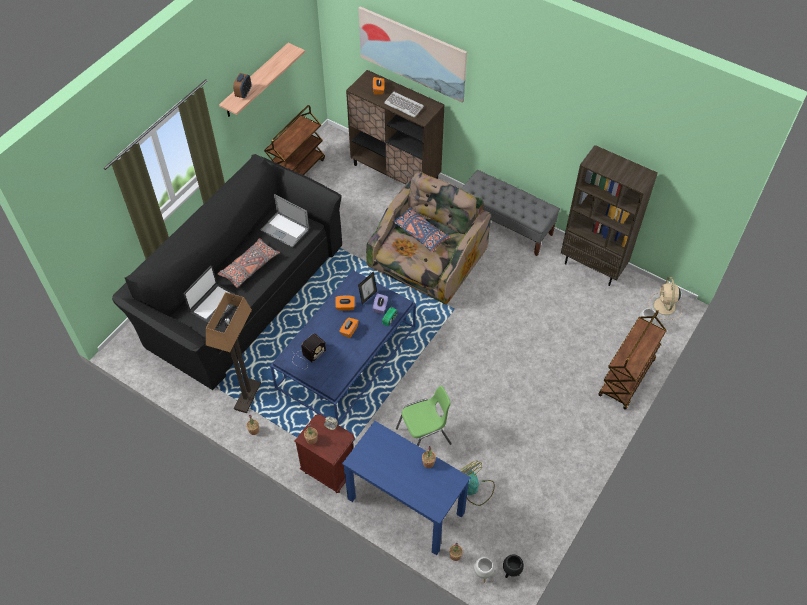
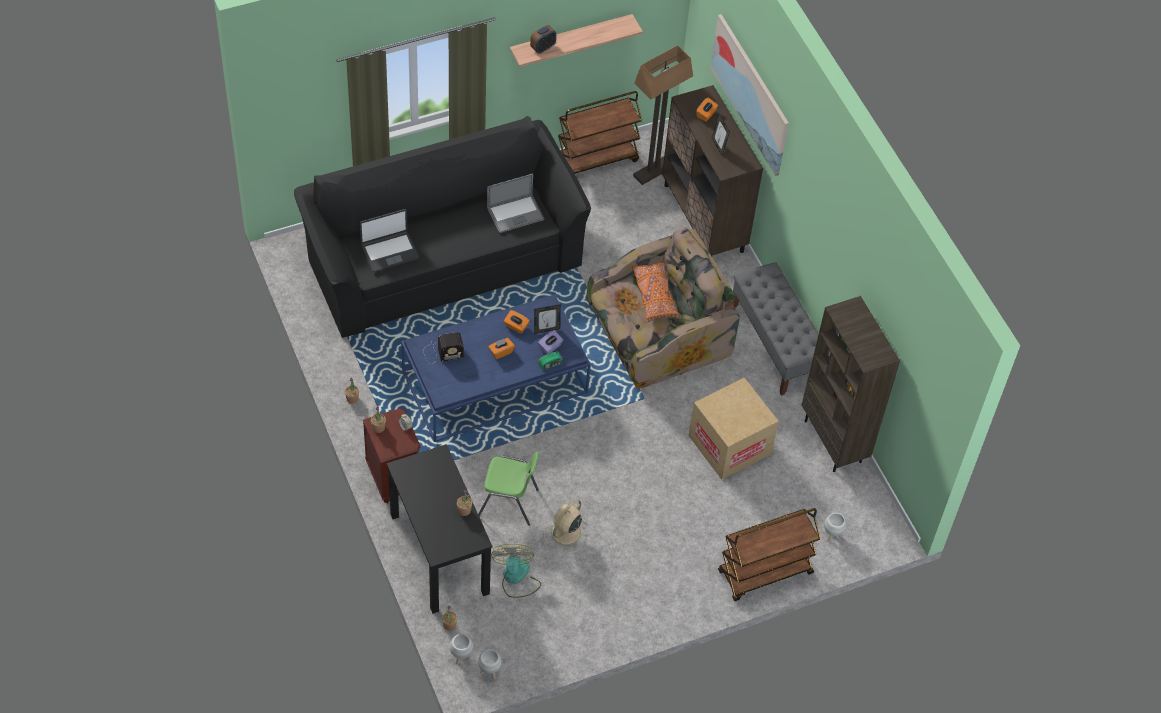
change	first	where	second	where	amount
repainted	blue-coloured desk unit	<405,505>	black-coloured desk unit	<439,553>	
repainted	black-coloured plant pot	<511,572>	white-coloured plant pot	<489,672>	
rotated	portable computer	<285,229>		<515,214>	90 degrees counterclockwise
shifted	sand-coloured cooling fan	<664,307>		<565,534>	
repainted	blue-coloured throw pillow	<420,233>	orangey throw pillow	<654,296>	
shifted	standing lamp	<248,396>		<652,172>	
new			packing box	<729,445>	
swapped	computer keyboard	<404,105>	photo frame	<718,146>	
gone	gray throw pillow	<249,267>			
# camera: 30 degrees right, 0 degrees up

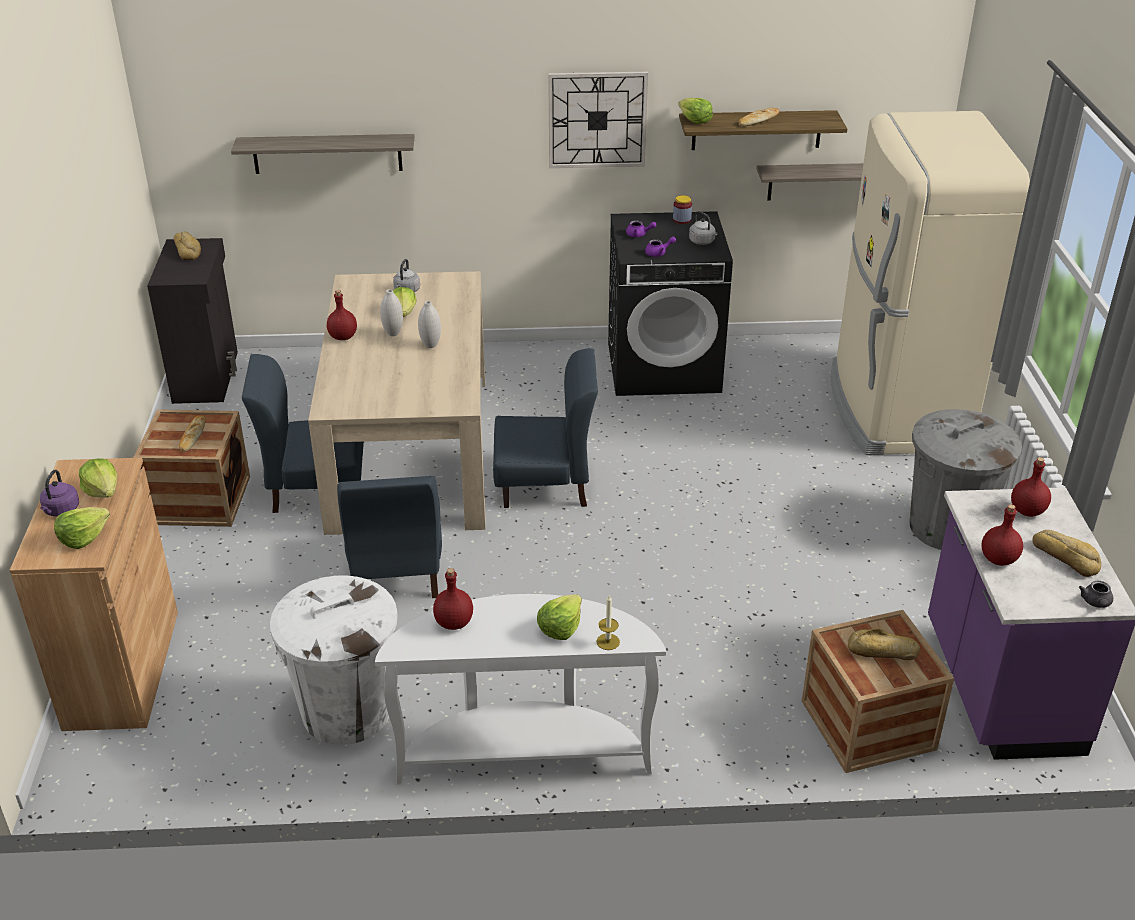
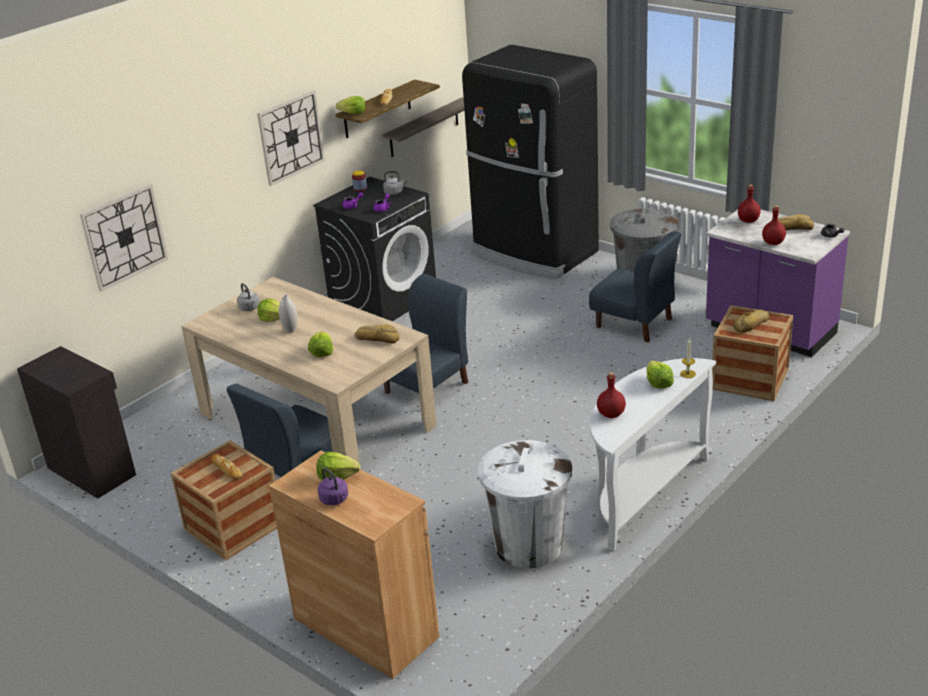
change	first	where	second	where	amount
swapped	wall shelf	<327,153>	wall clock	<124,237>	
shifted	lettuce	<83,537>		<321,352>	
shifted	bread	<188,250>		<377,338>	
repainted	sand-coloured refrigerator	<895,410>	black-coloured refrigerator	<533,253>	
shifted	blue-coloured upright chair	<396,572>		<634,323>	
gone	red-coloured bottle	<343,336>			
gone	white-coloured decorative vase	<430,345>			
# camera: 45 degrees left, 5 degrees down

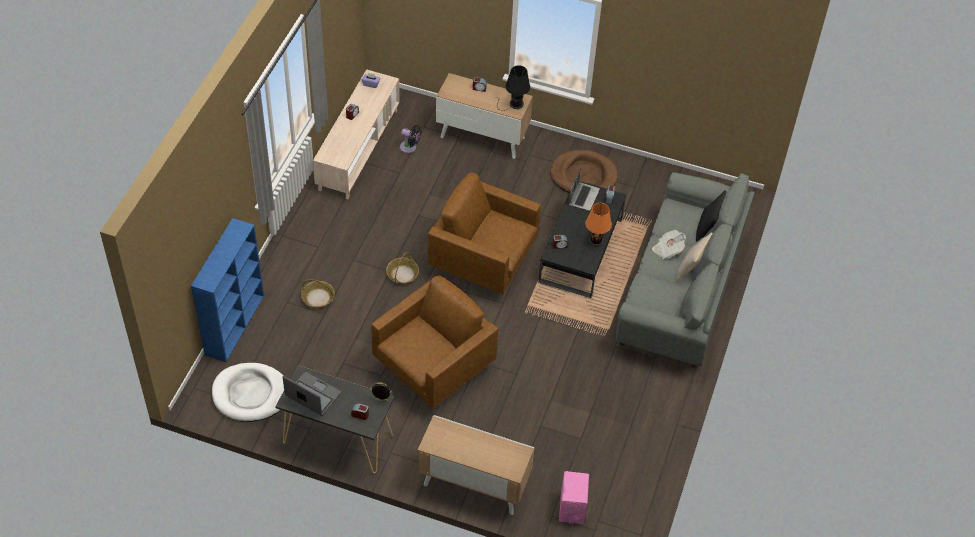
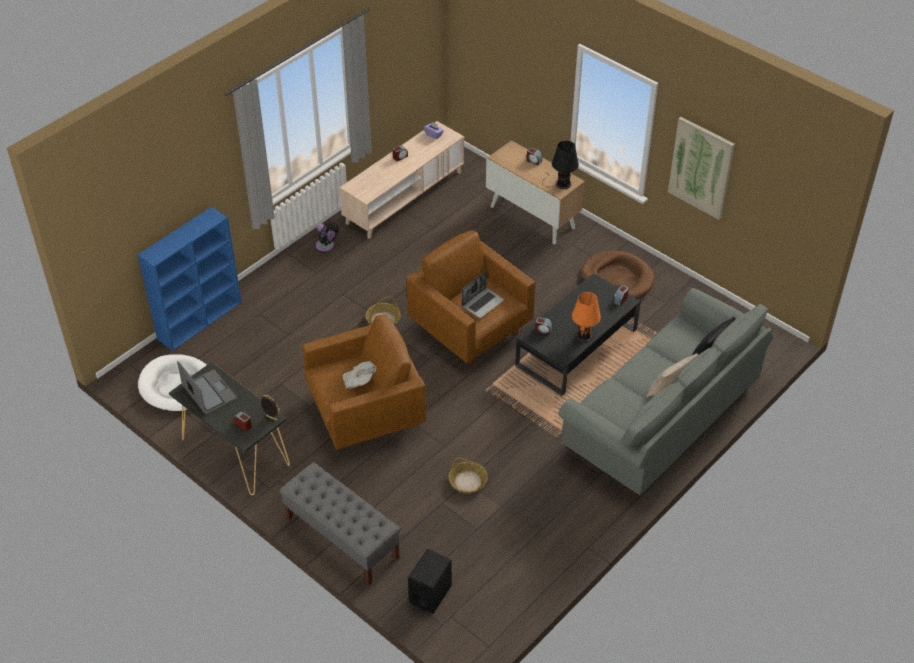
change	first	where	second	where	amount
swapped	cabinet	<473,485>	gray bench	<341,538>	
shifted	black-coloured cooling fan	<409,147>		<326,246>	
shifted	printed paper	<667,249>		<359,380>	
repainted	pink-coloured audio speaker	<572,508>	black-coloured audio speaker	<430,594>	
shifted	household basket	<318,298>		<467,481>	
shifted	portable computer	<583,196>		<482,303>	
new			picture	<701,167>	
# camera: 25 degrees right, 5 degrees down

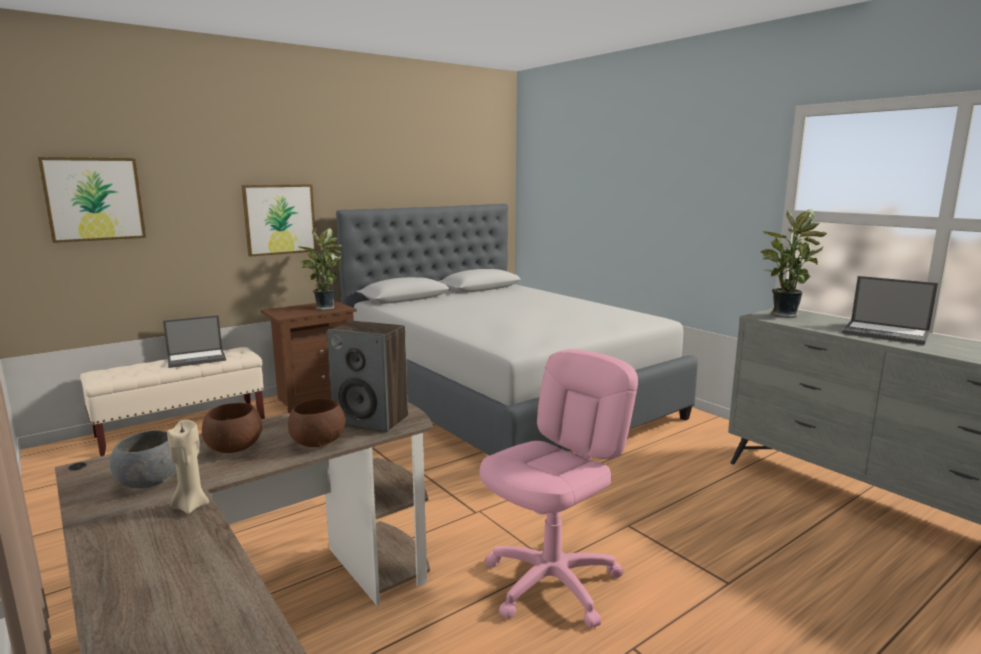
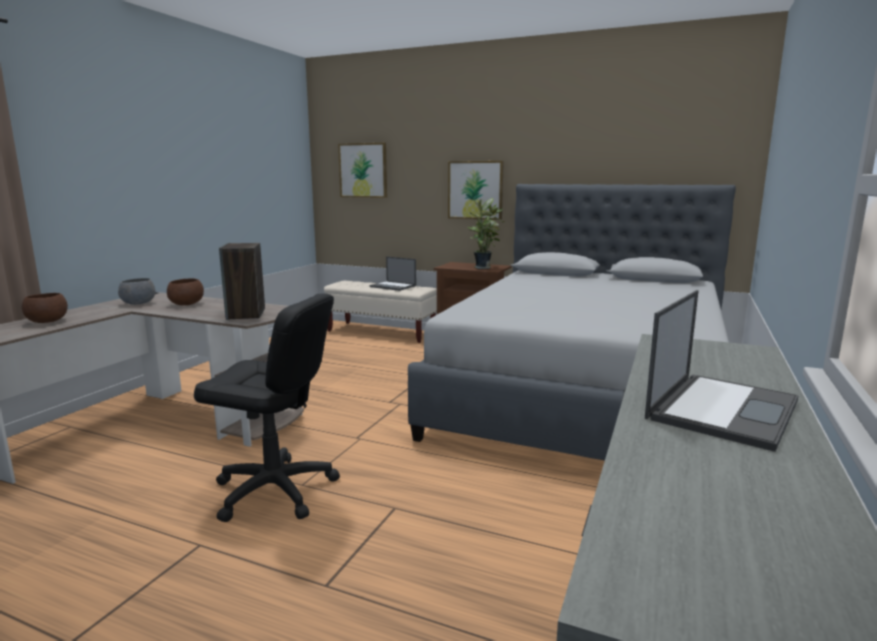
change	first	where	second	where	amount
shifted	brownish bowl	<317,442>		<48,321>	
repainted	pink-coloured desk chair	<552,582>	black-coloured desk chair	<274,491>	
rotated	portable computer	<886,333>		<722,409>	150 degrees counterclockwise
gone	sand-coloured candle	<191,506>			
gone	plant in a pot	<784,314>			
# camera: 60 degrees right, 0 degrees up

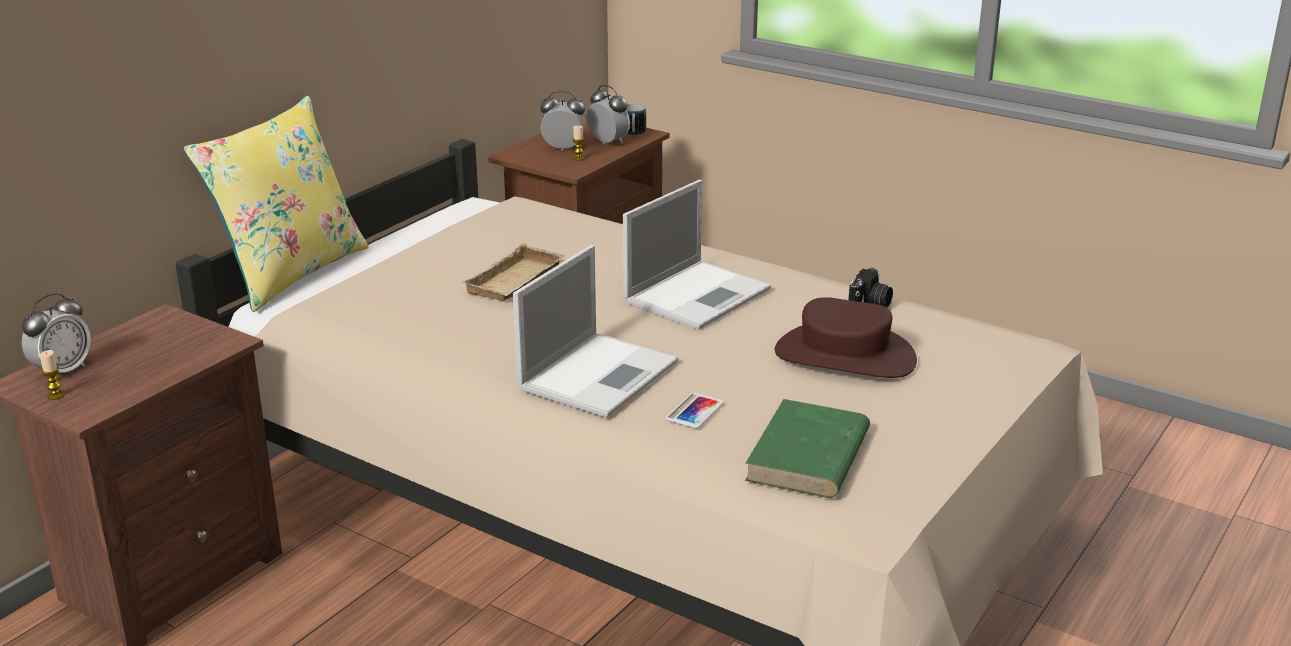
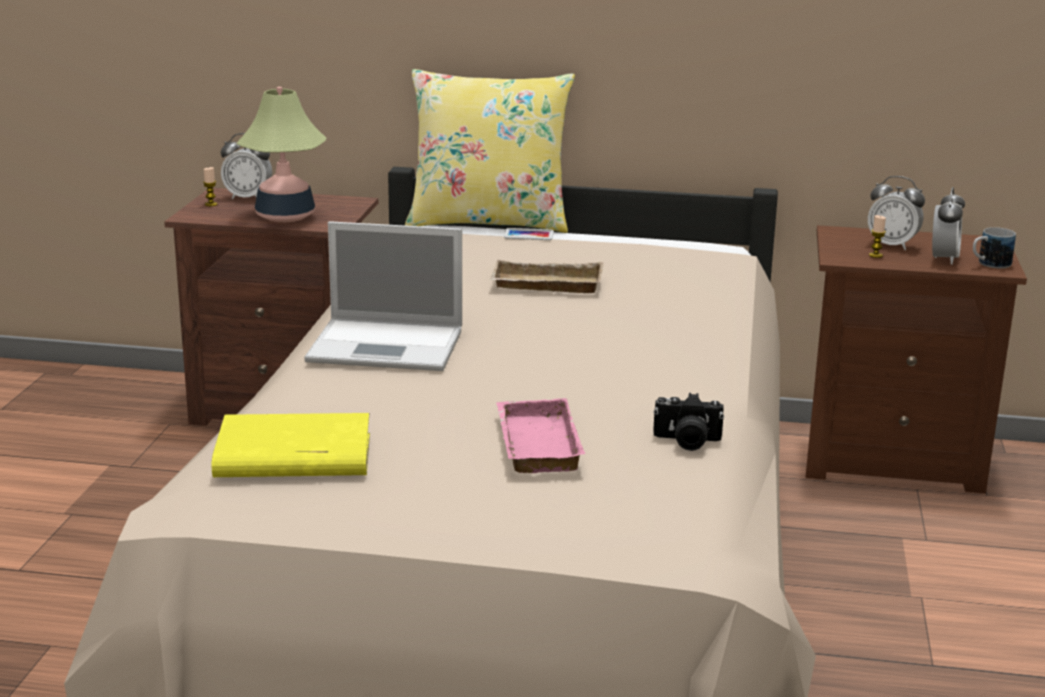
change	first	where	second	where	amount
repainted	green volume	<808,457>	yellow-coloured volume	<292,456>	
new			tabletop lamp	<285,216>	
swapped	brownish hat	<844,356>	pink-coloured serving tray	<534,444>	
shifted	phone	<694,411>		<529,235>	
rotated	alarm clock	<563,148>		<892,245>	135 degrees clockwise
gone	portable computer	<698,294>			
# camera: 65 degrees right, 5 degrees down

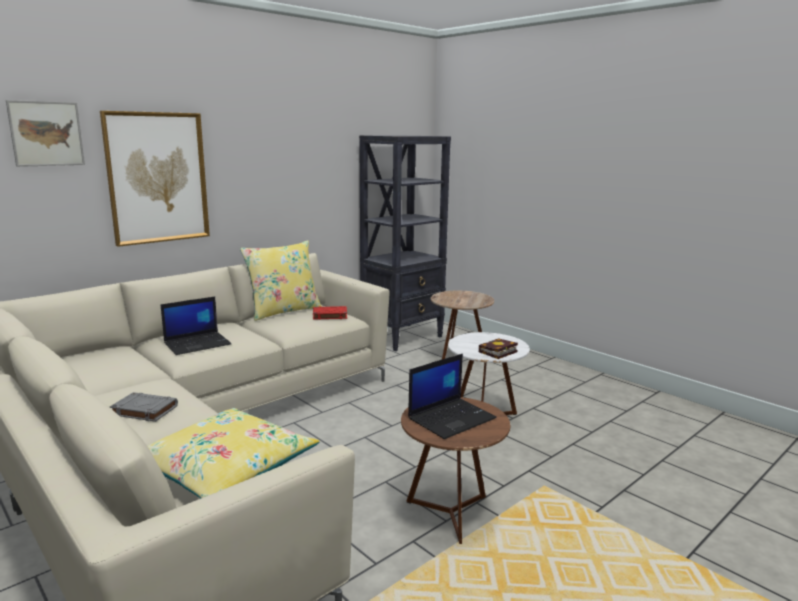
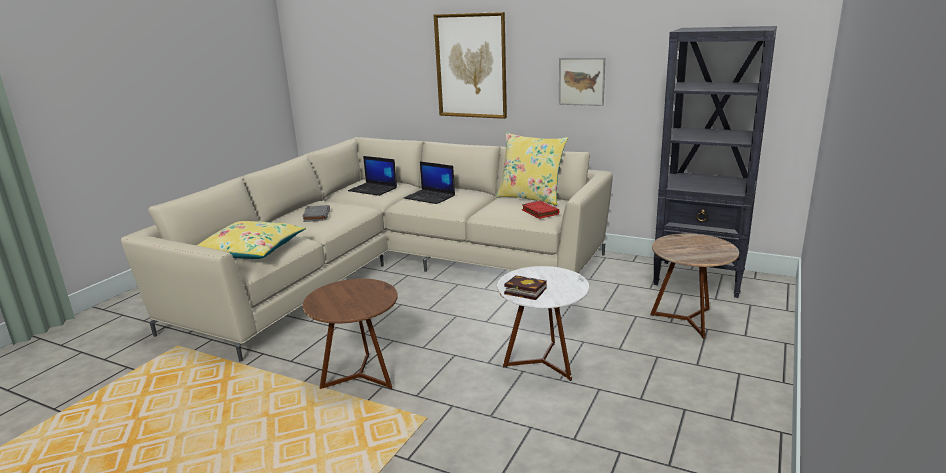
change	first	where	second	where	amount
shifted	portable computer	<451,418>		<373,189>	
shifted	picture	<46,133>		<581,81>	
# camera: 70 degrees right, 5 degrees up

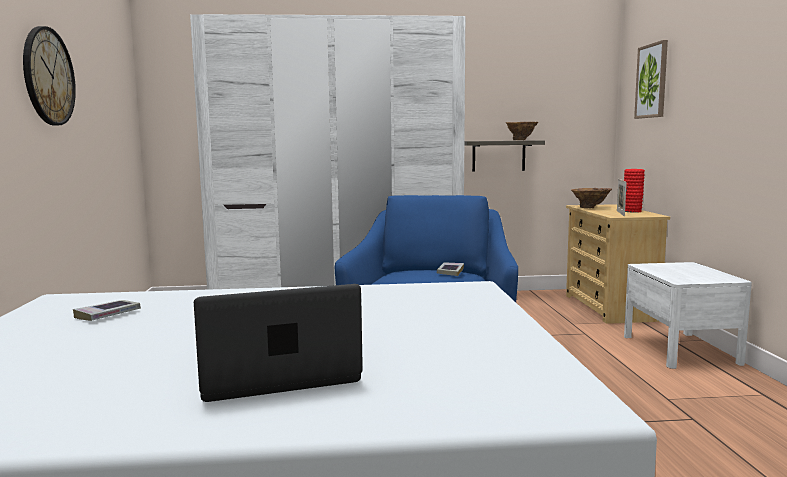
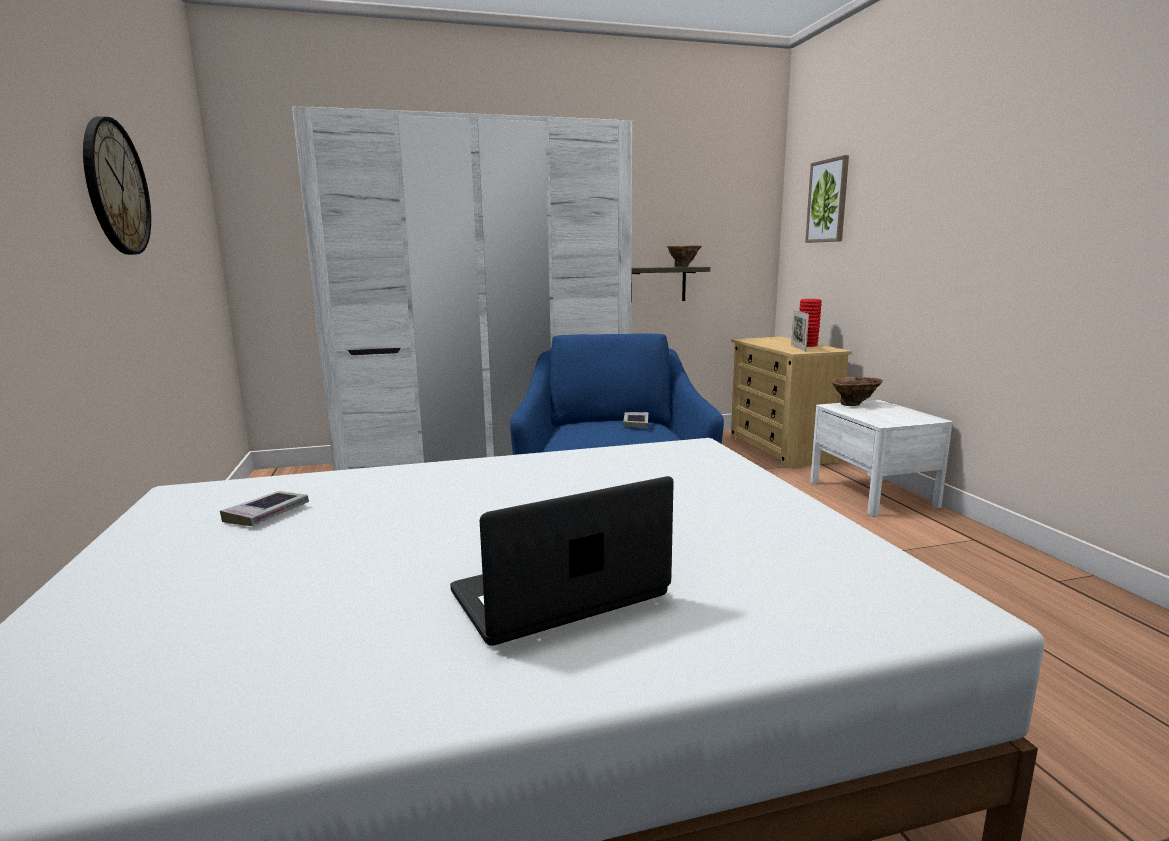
change	first	where	second	where	amount
shifted	brownish decorative vase	<590,208>		<855,404>	
# camera: 10 degrees left, 5 degrees up

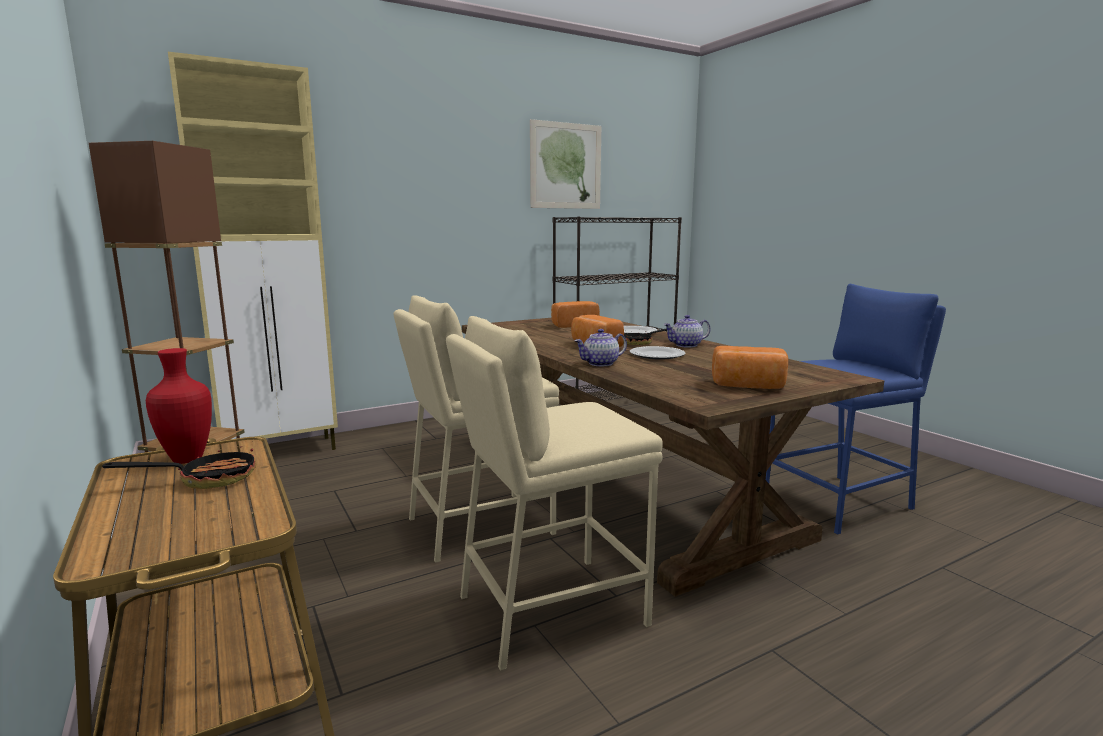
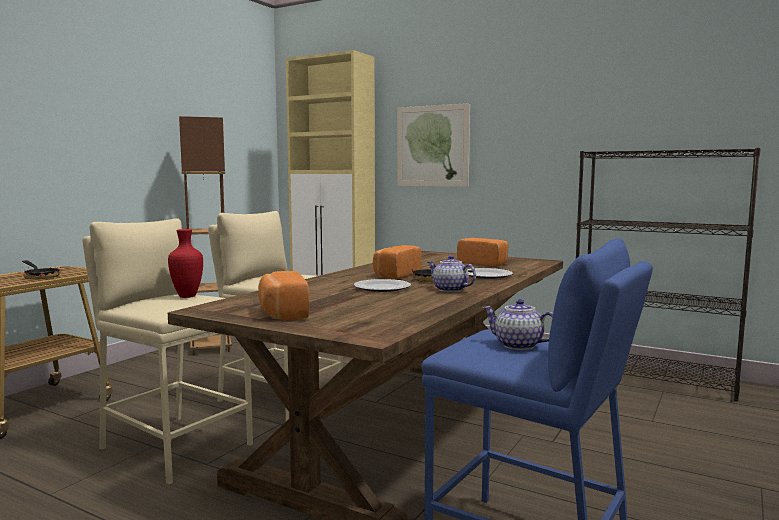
change	first	where	second	where	amount
shifted	red-coloured decorative vase	<187,459>		<188,296>	
shifted	picture	<566,166>		<432,146>	
shifted	tea pot	<600,363>		<518,345>	
# camera: 60 degrees right, 5 degrees down

